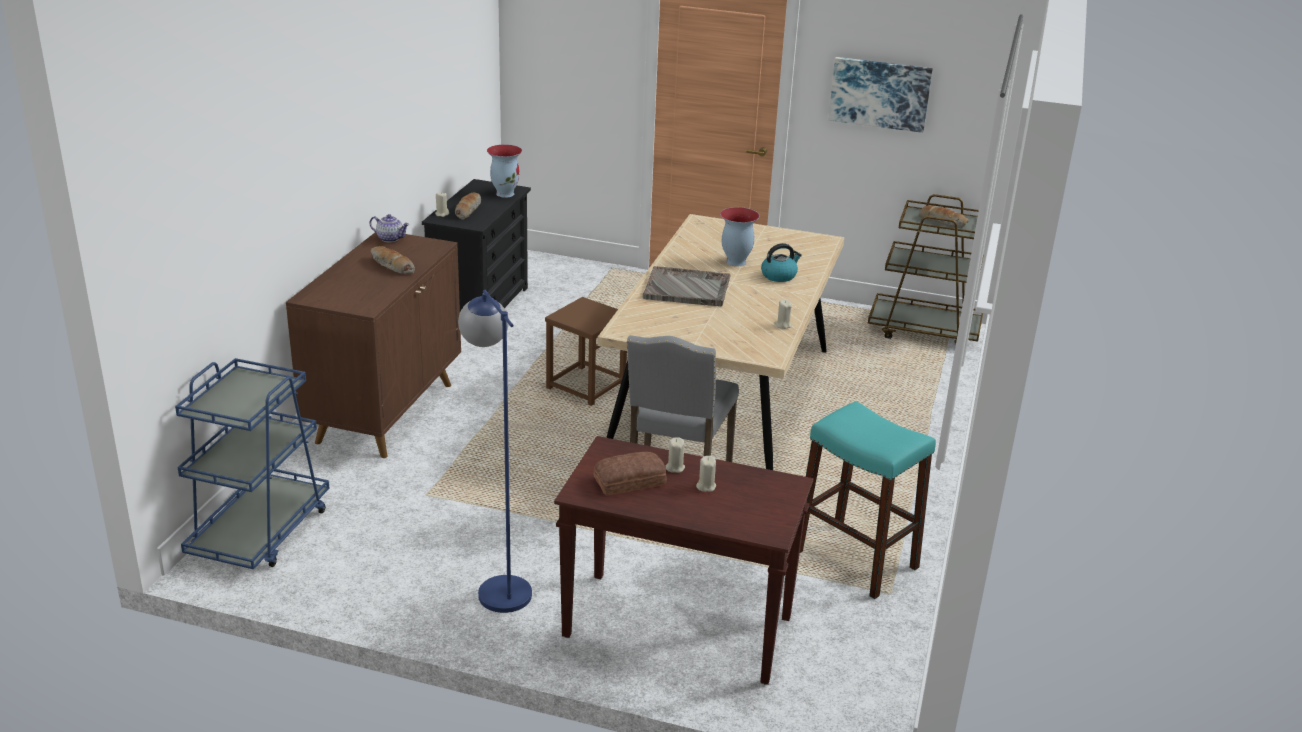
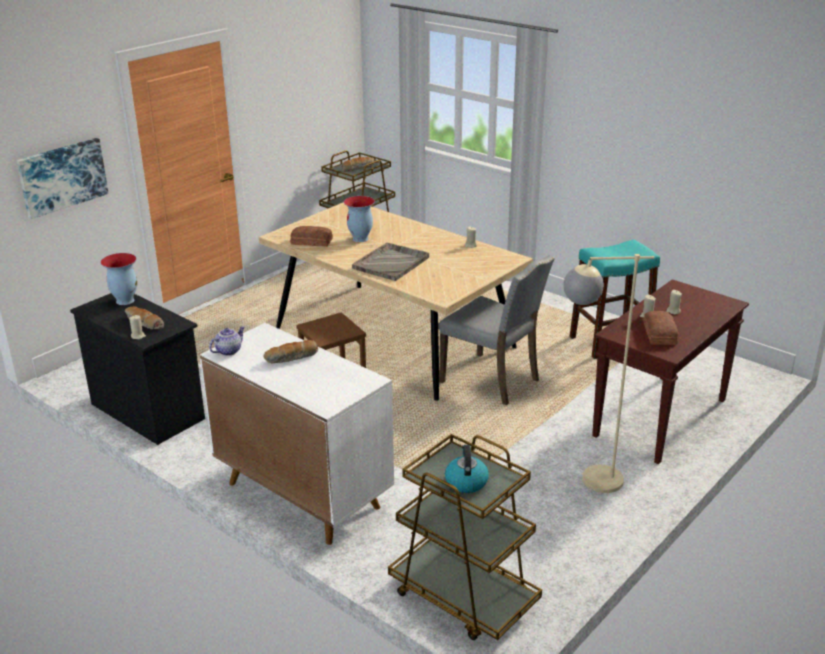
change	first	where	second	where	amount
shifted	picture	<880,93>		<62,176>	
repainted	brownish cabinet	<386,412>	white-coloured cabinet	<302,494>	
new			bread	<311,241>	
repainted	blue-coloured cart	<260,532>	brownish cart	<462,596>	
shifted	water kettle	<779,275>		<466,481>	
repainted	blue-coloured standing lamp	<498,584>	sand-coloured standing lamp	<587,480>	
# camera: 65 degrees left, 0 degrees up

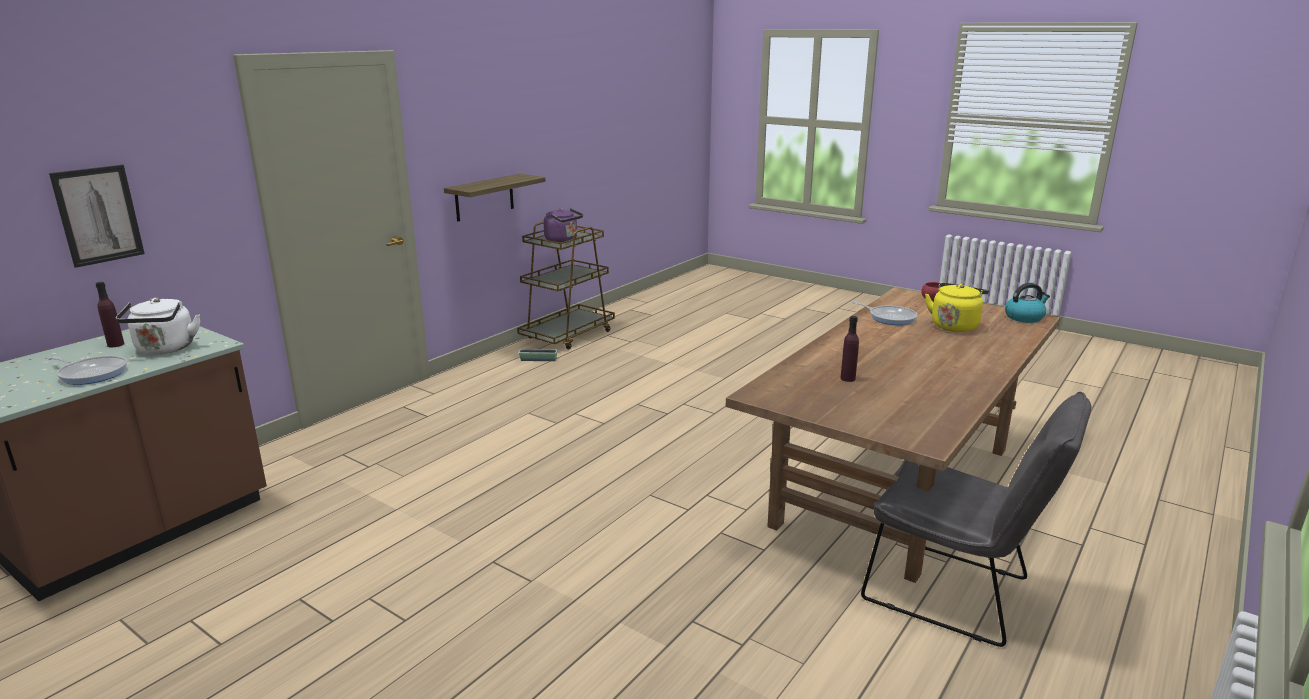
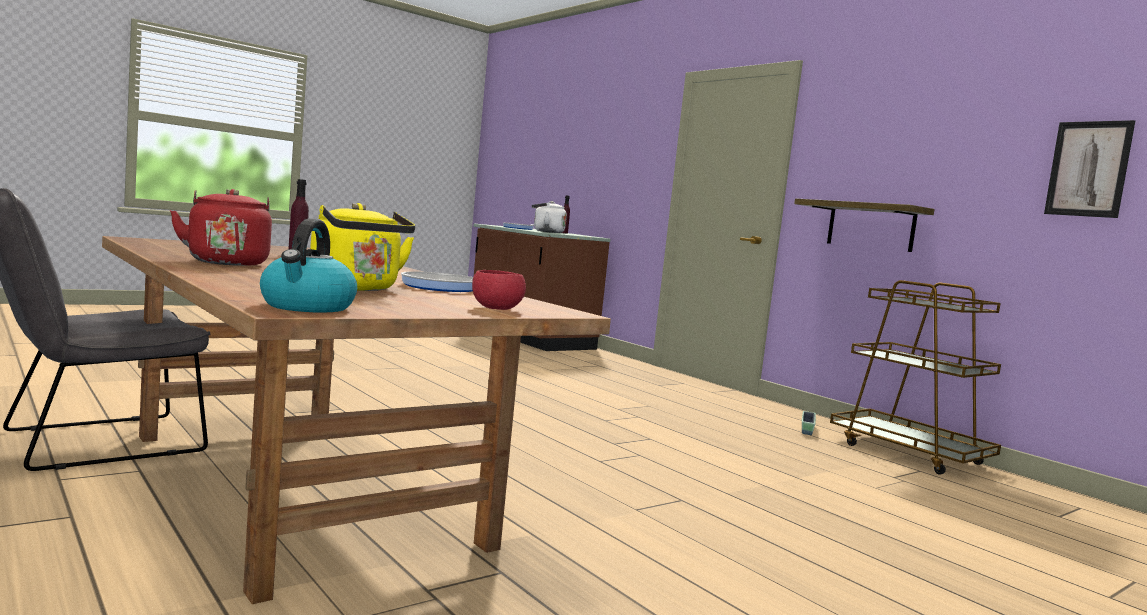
change	first	where	second	where	amount
new			red-coloured water kettle	<227,262>	
shifted	picture	<98,215>		<1088,169>	
gone	purplish water kettle	<563,240>			
# camera: 105 degrees right, 15 degrees down

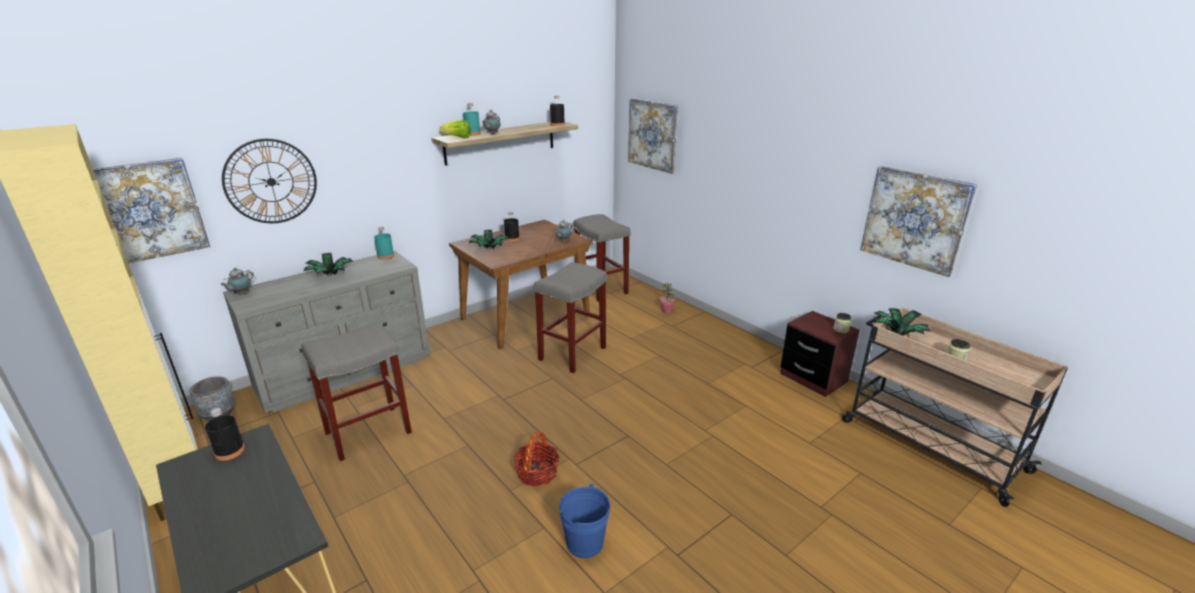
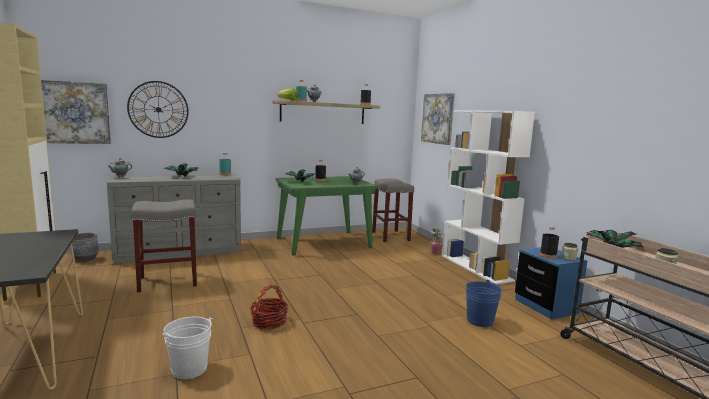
change	first	where	second	where	amount
new			white-coloured water bucket	<189,369>	
repainted	brownish kitchen table	<526,316>	green kitchen table	<324,242>	
new			white-coloured bookcase	<476,268>	
shifted	blue-coloured water bucket	<584,543>		<480,321>	
repainted	brownish bedside table	<813,378>	blue-coloured bedside table	<545,306>	
shifted	black-coloured bottle	<230,451>		<548,255>	
gone	gray sitting stool	<572,354>			
gone	picture	<915,219>			
# camera: 15 degrees right, 15 degrees down

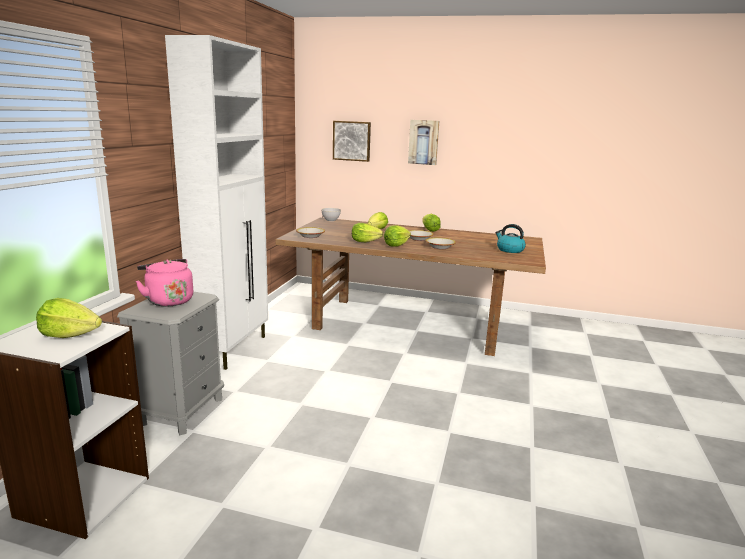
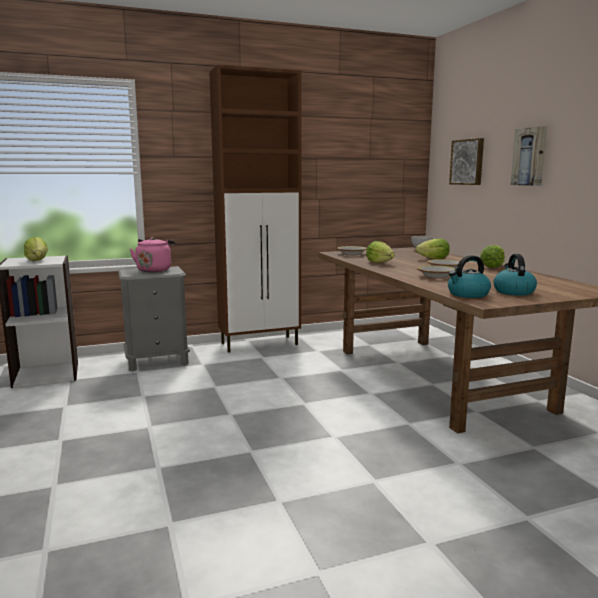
change	first	where	second	where	amount
repainted	white-coloured cabinet	<233,349>	brownish cabinet	<260,344>	
new			water kettle	<467,294>	
gone	lettuce	<396,245>			
# camera: 55 degrees right, 5 degrees down

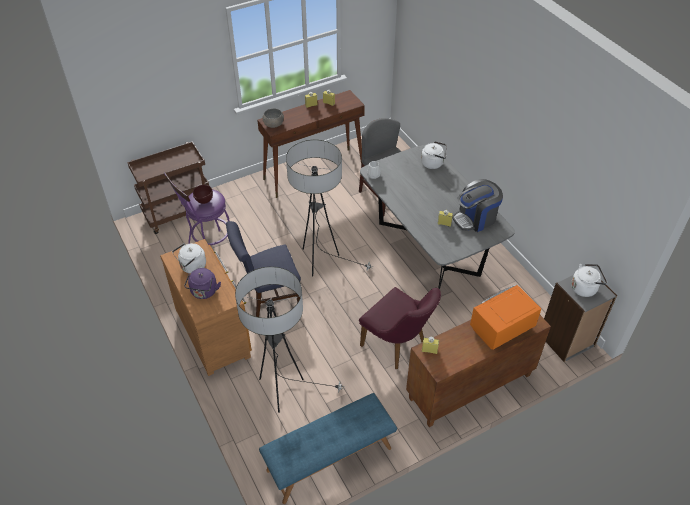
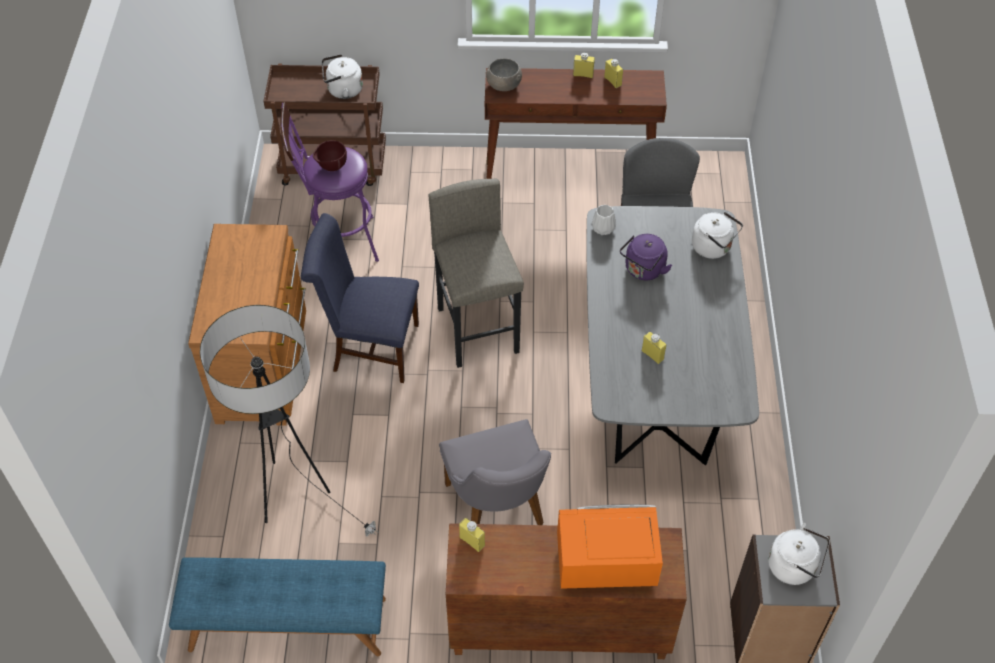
change	first	where	second	where	amount
shifted	white-coloured water kettle	<192,267>		<342,90>	
swapped	standing lamp	<320,262>	gray sitting stool	<478,330>	
repainted	purplish upright chair	<398,346>	gray upright chair	<498,511>	
shifted	purplish water kettle	<204,292>		<643,270>	
gone	coffee brewer	<475,218>			
# camera: 30 degrees right, 5 degrees up

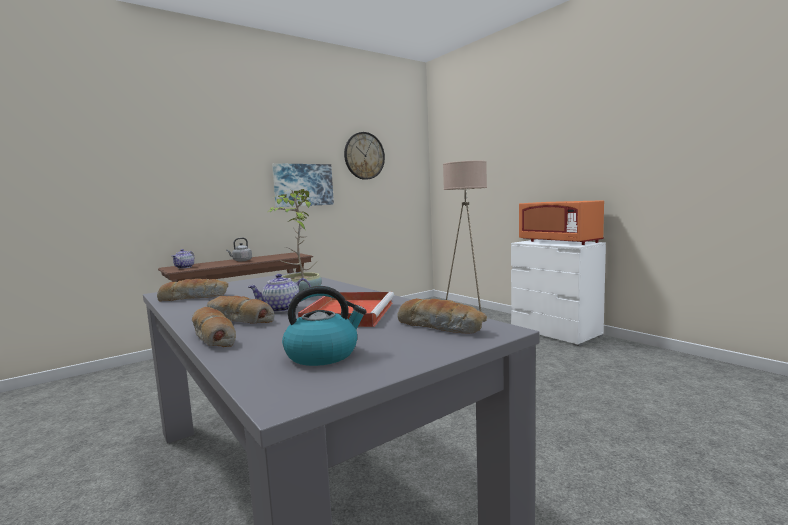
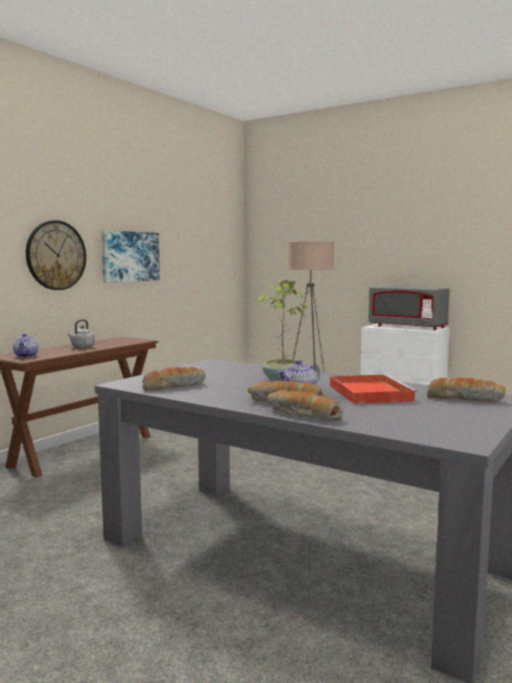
change	first	where	second	where	amount
shifted	wall clock	<364,156>		<56,255>	
repainted	orangey microwave	<559,242>	gray microwave	<408,327>	
gone	water kettle	<323,354>			
# camera: 20 degrees left, 0 degrees up

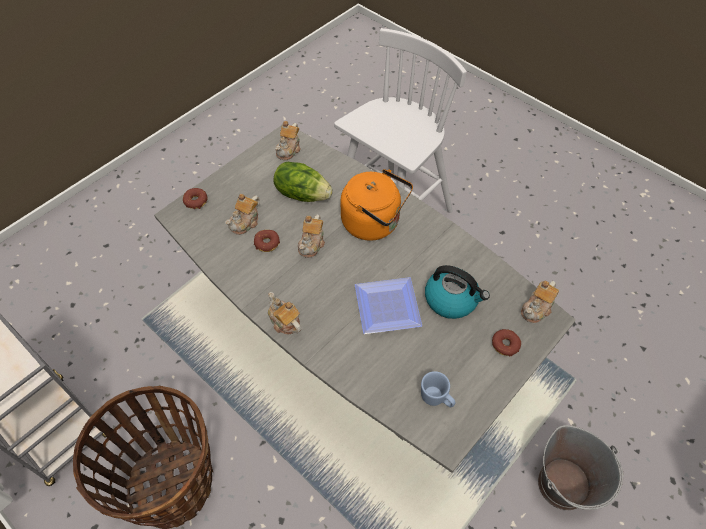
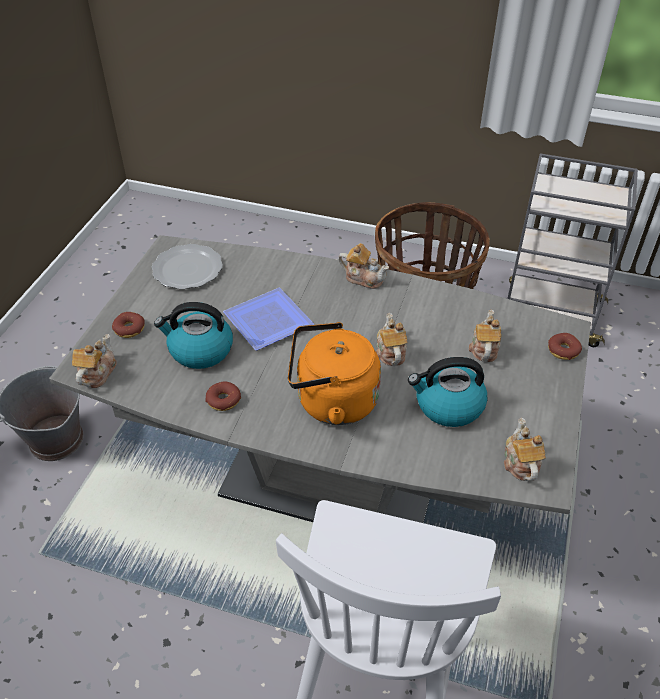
change	first	where	second	where	amount
swapped	blue-coloured mug	<436,399>	flat dish	<188,270>	
shifted	donut	<267,243>		<223,400>	
swapped	lettuce	<302,193>	water kettle	<448,406>	
# camera: 155 degrees right, 10 degrees down

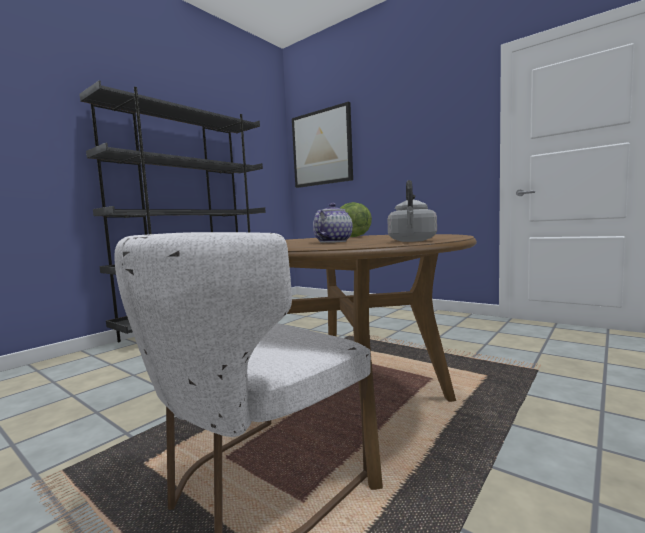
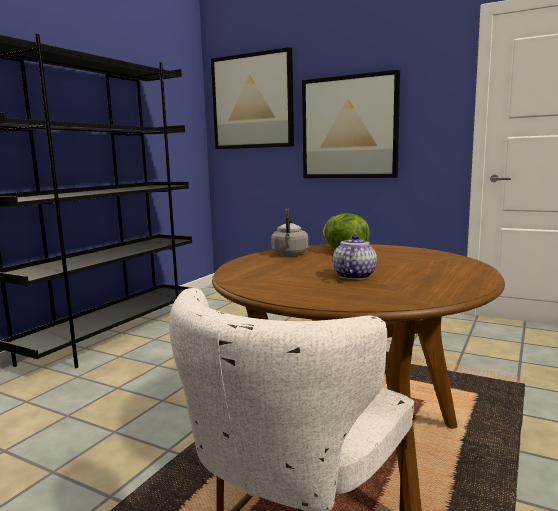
change	first	where	second	where	amount
shifted	gray water kettle	<412,241>		<290,254>	
new			picture	<349,127>	
# camera: 10 degrees left, 5 degrees up

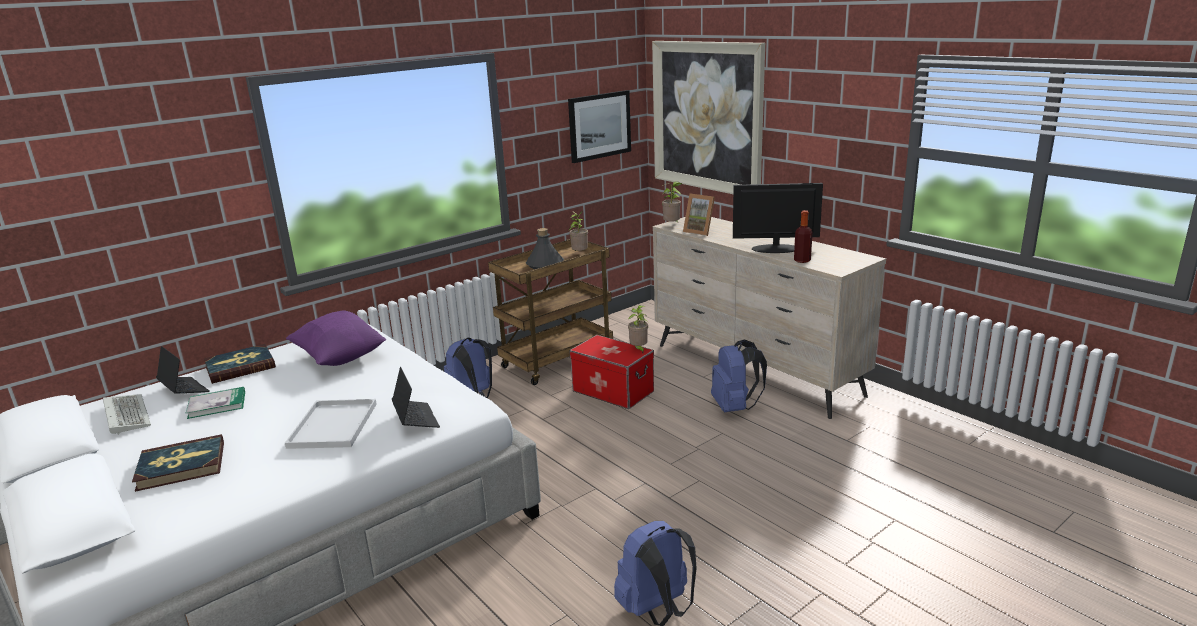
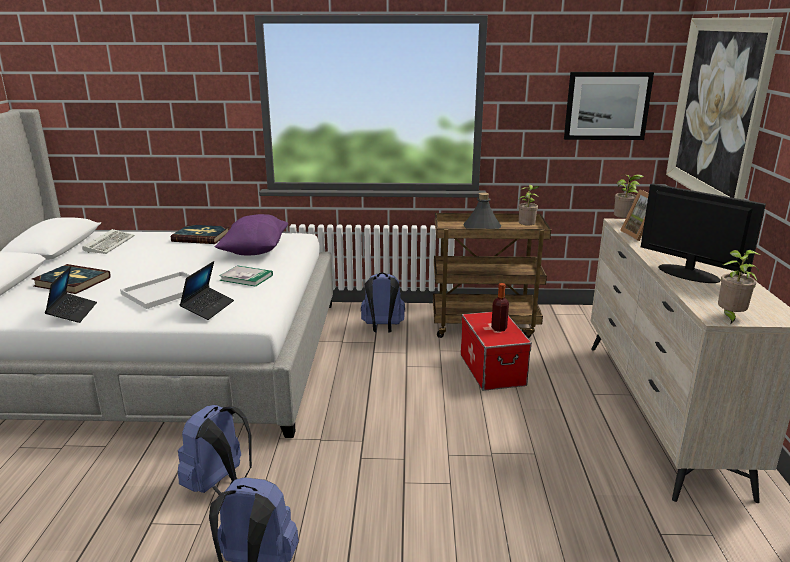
change	first	where	second	where	amount
shifted	portable computer	<184,390>		<73,312>	
shifted	blue-coloured rucksack	<735,407>		<219,485>	
shifted	volume	<217,405>		<246,278>	
shifted	bottle	<802,260>		<499,328>	
shifted	plant in a pot	<639,349>		<729,317>	
# camera: 40 degrees right, 0 degrees up

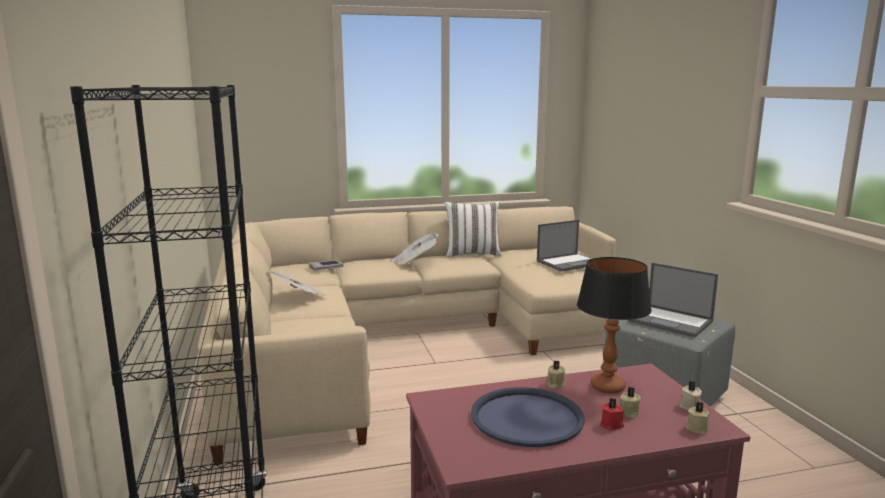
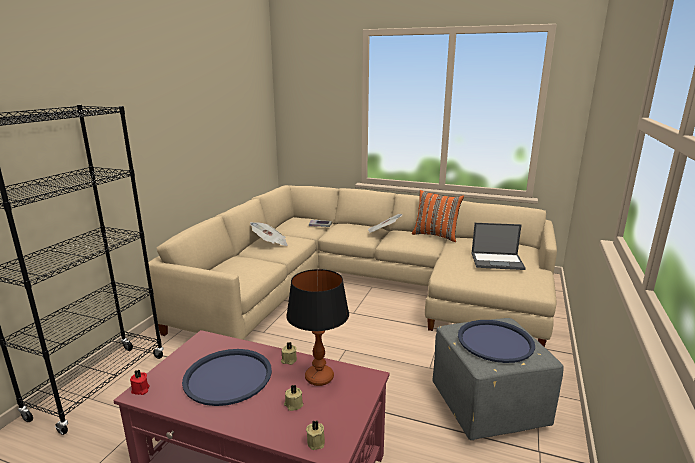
change	first	where	second	where	amount
shifted	red-coloured candle	<612,425>		<140,390>	
repainted	white-coloured throw pillow	<472,254>	orangey throw pillow	<436,235>	
swapped	portable computer	<671,321>	blue-coloured serving tray	<495,341>	
gone	sand-coloured candle	<690,407>			
# camera: 35 degrees right, 5 degrees up

